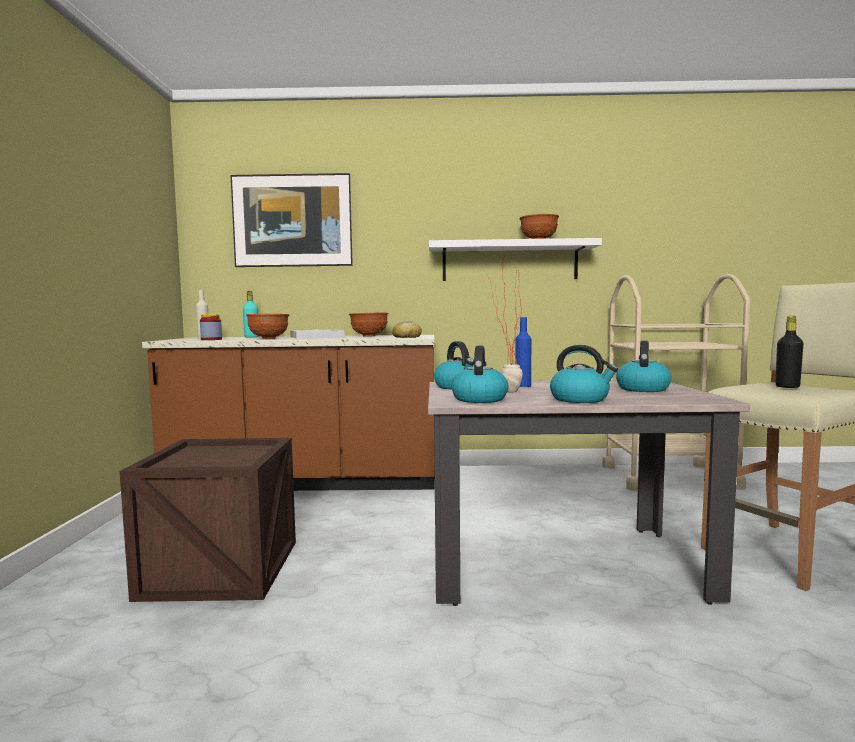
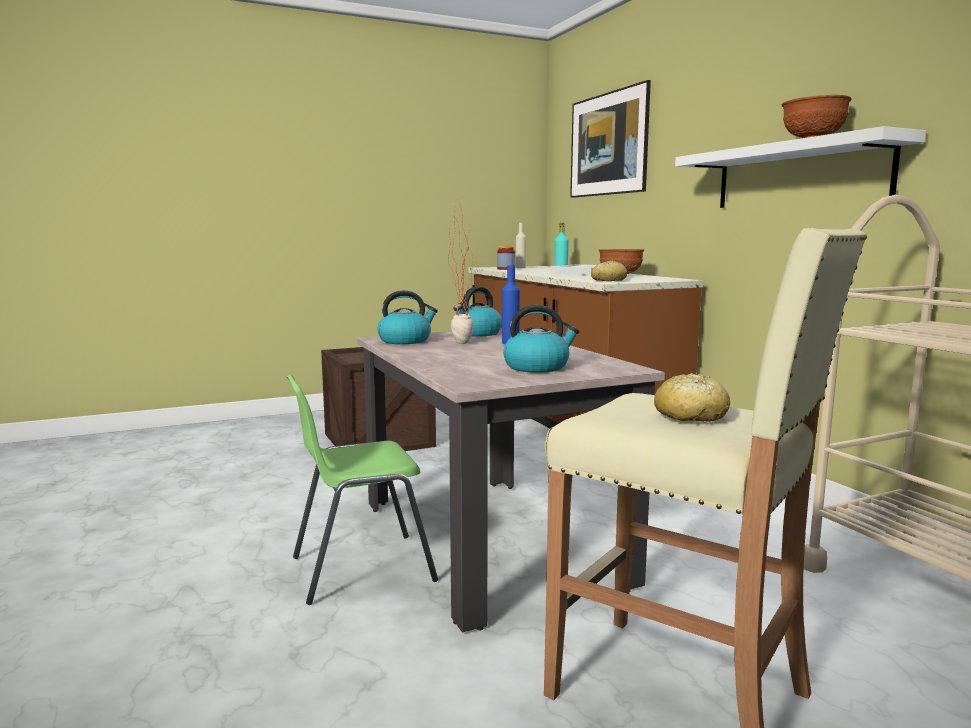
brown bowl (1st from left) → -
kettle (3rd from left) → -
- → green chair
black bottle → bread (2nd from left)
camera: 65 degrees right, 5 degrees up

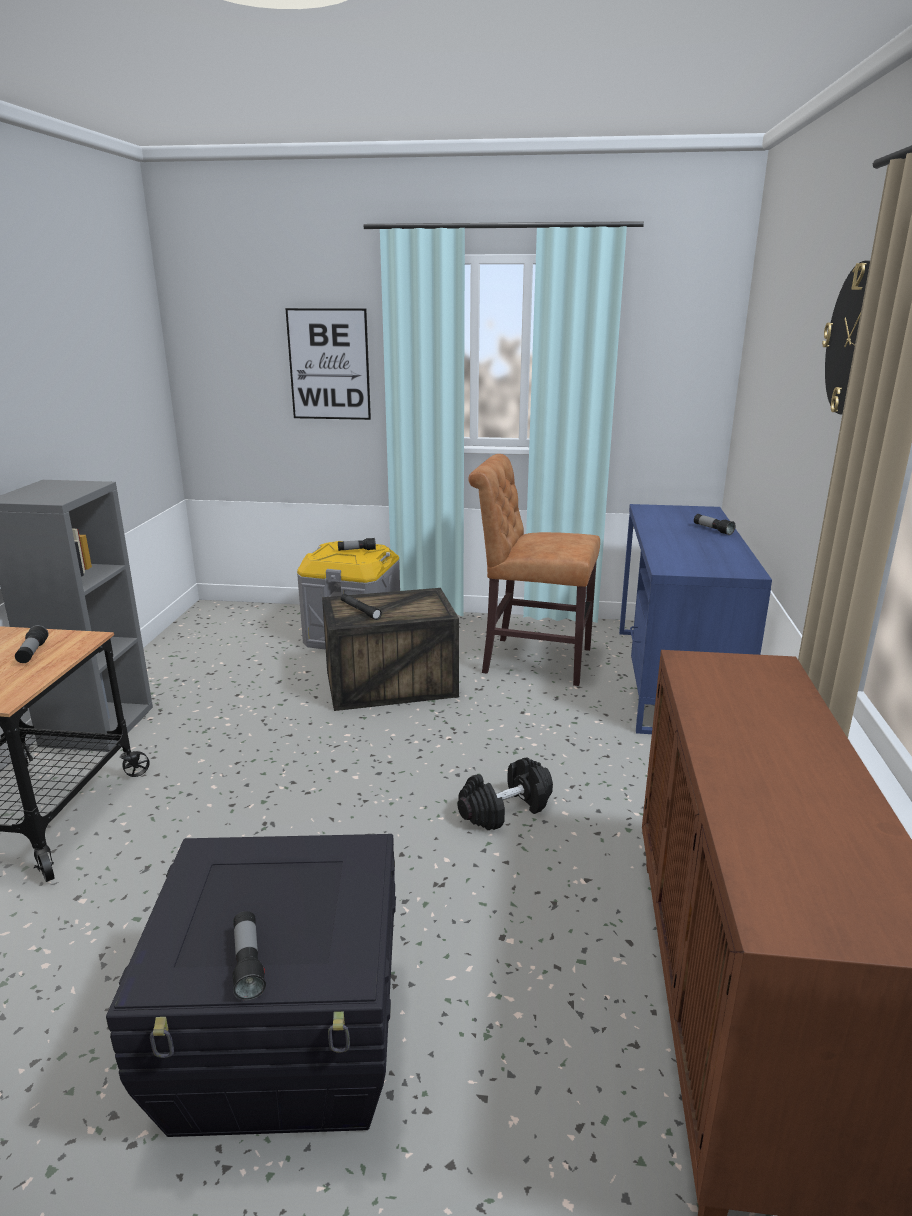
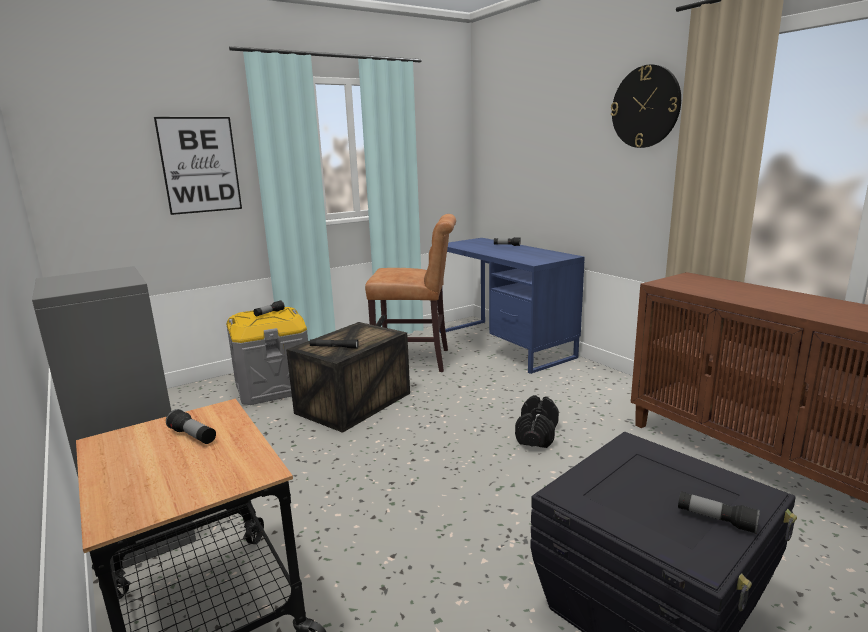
brown chair, 150 degrees counterclockwise
camera: 40 degrees left, 5 degrees down

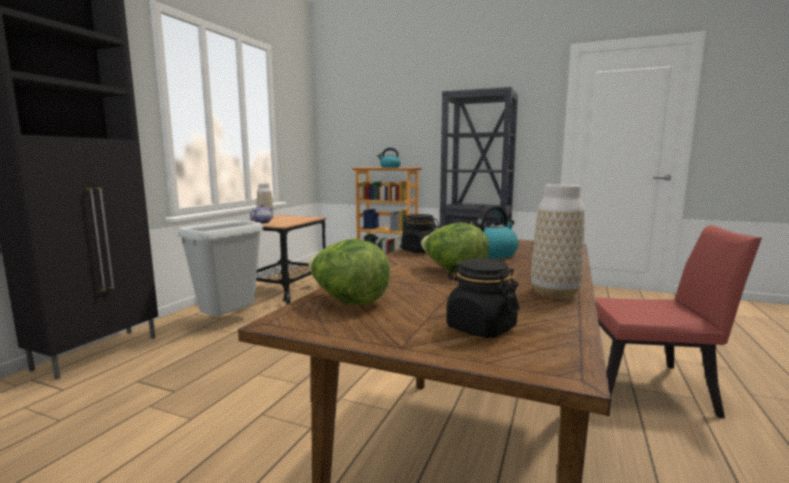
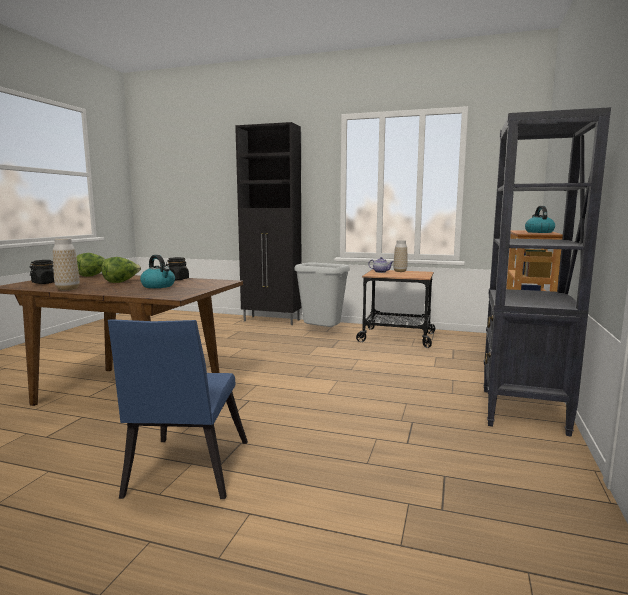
red chair → blue chair
camera: 85 degrees right, 0 degrees up

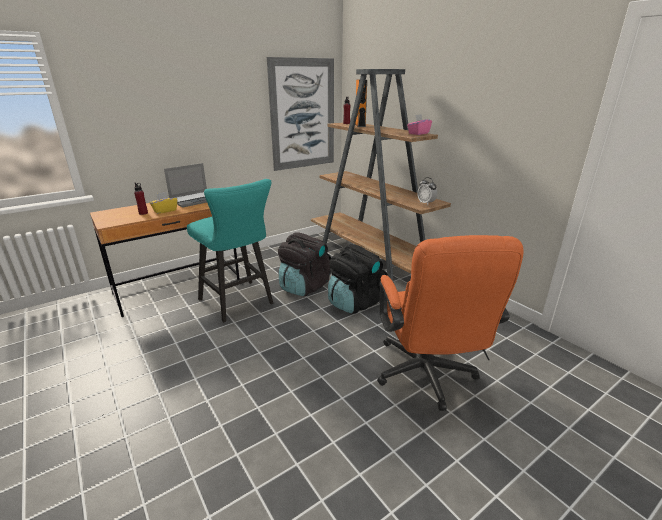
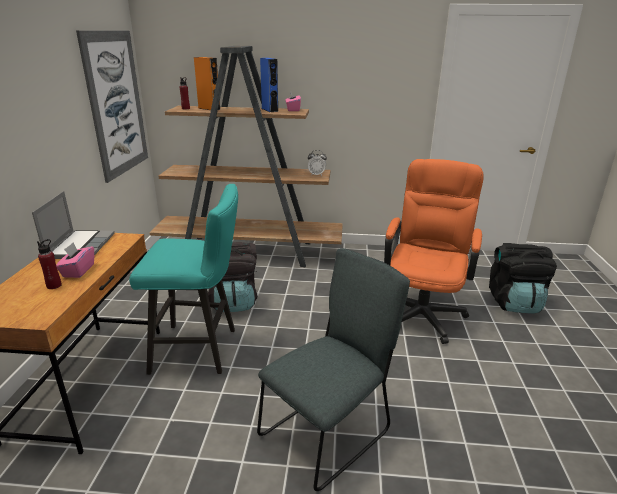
- → grey chair
- → blue speaker
black backpack (2nd from left), move
yellow tissue box → pink tissue box (1st from left)
orange office chair, 105 degrees counterclockwise
camera: 50 degrees left, 0 degrees up

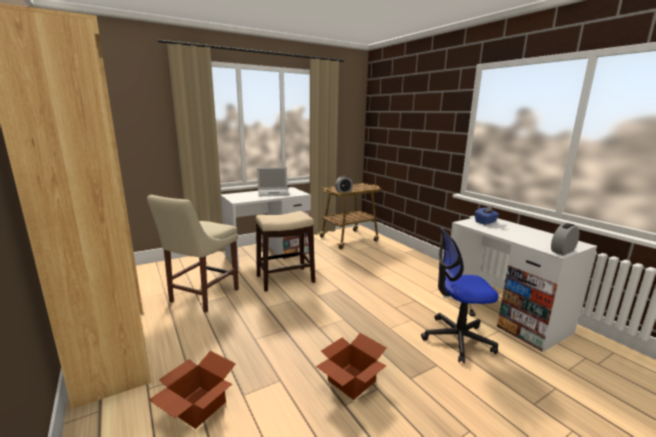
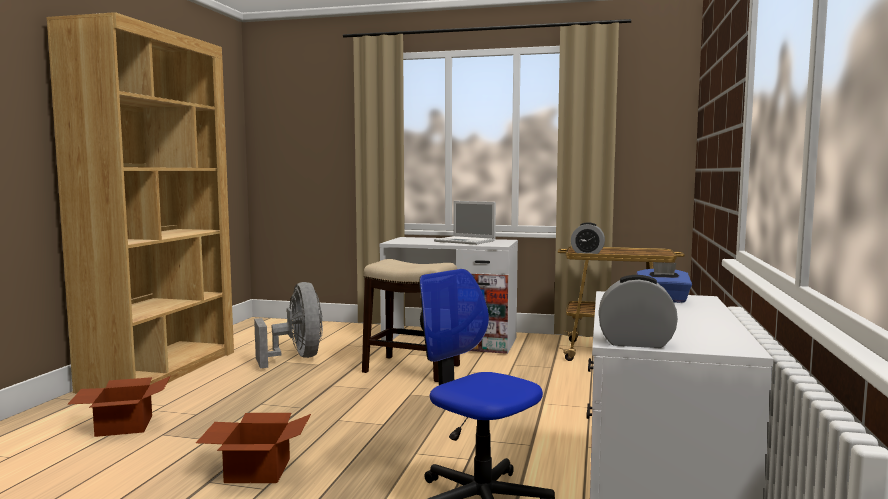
beige chair → grey fan
camera: 45 degrees right, 10 degrees down

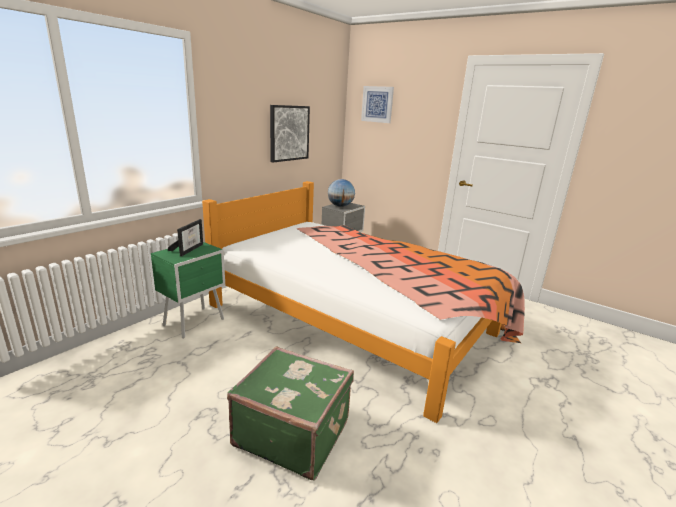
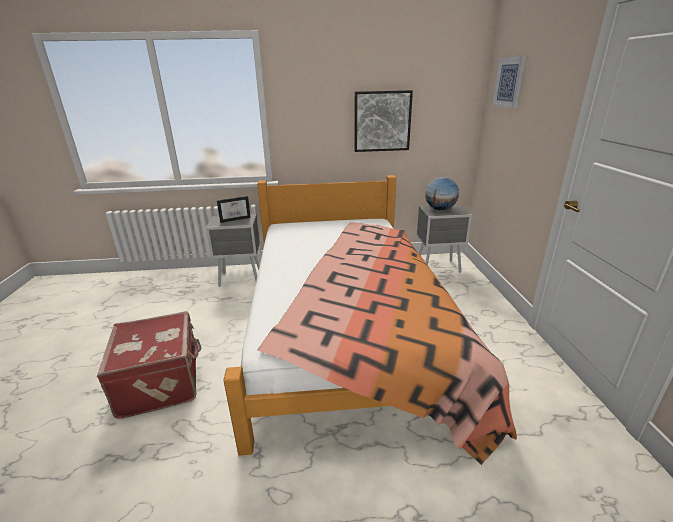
green nightstand → grey nightstand (1st from left)
green suitcase → red suitcase
camera: 50 degrees right, 5 degrees up

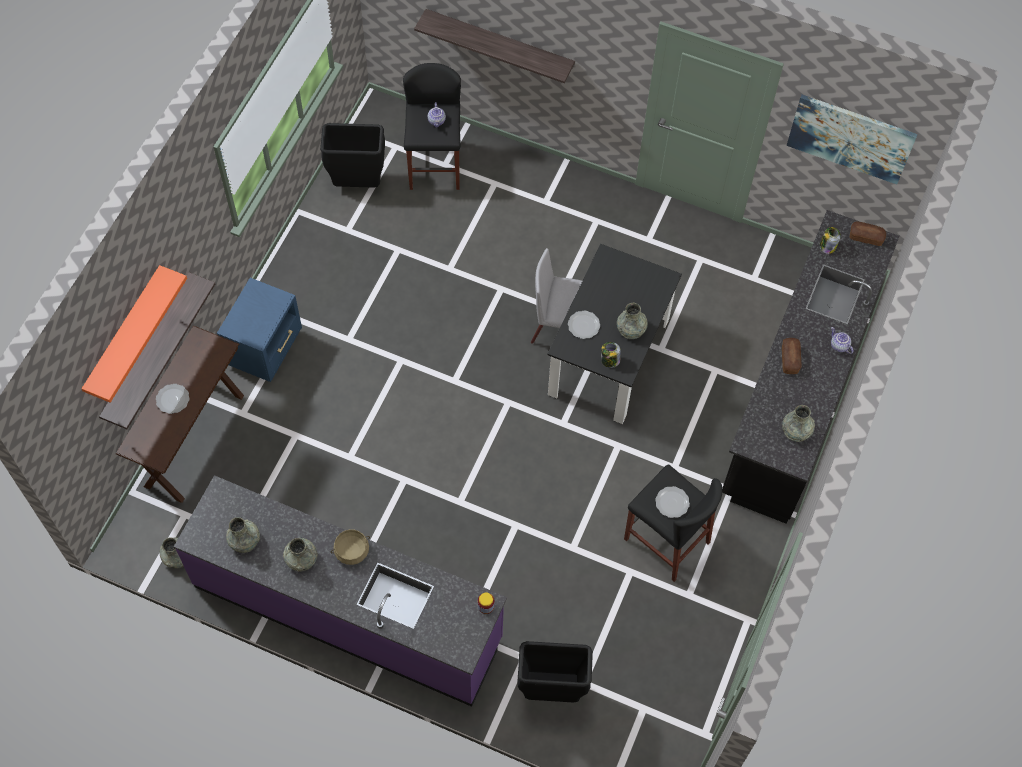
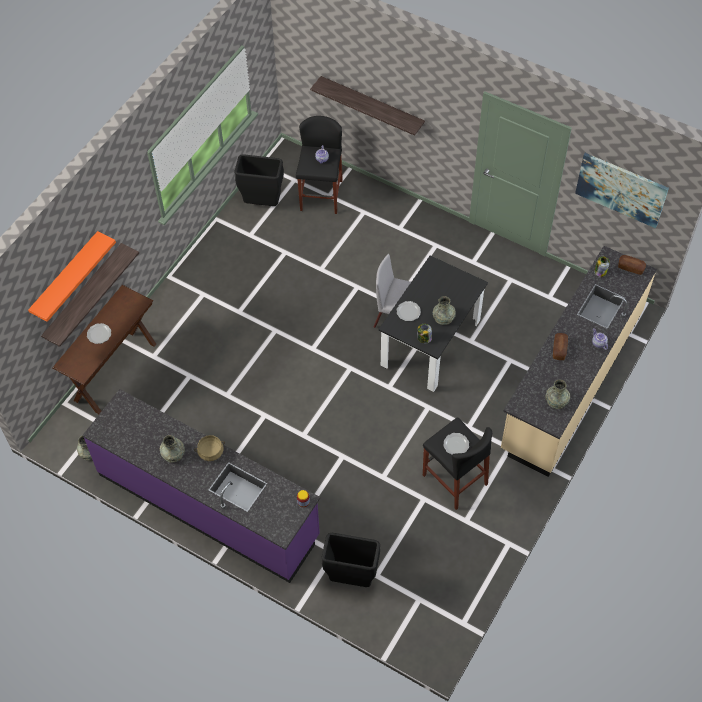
blue nightstand → -
grey vase (2nd from left) → -
black counter → beige counter
camera: 10 degrees right, 5 degrees down

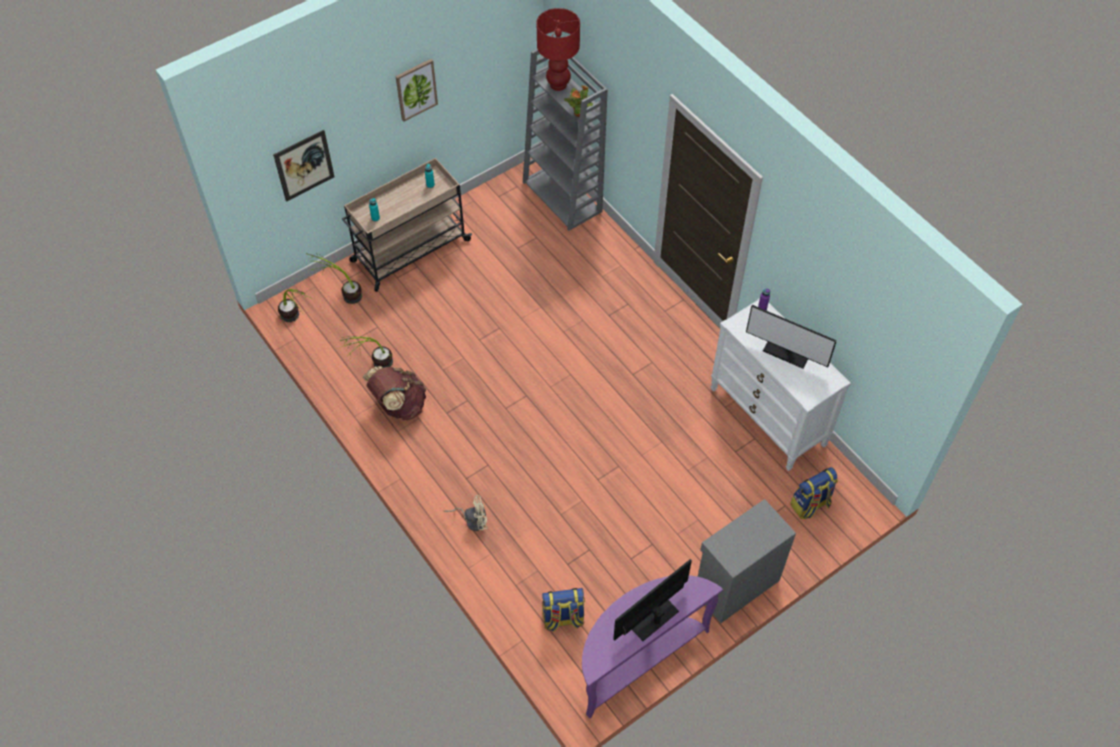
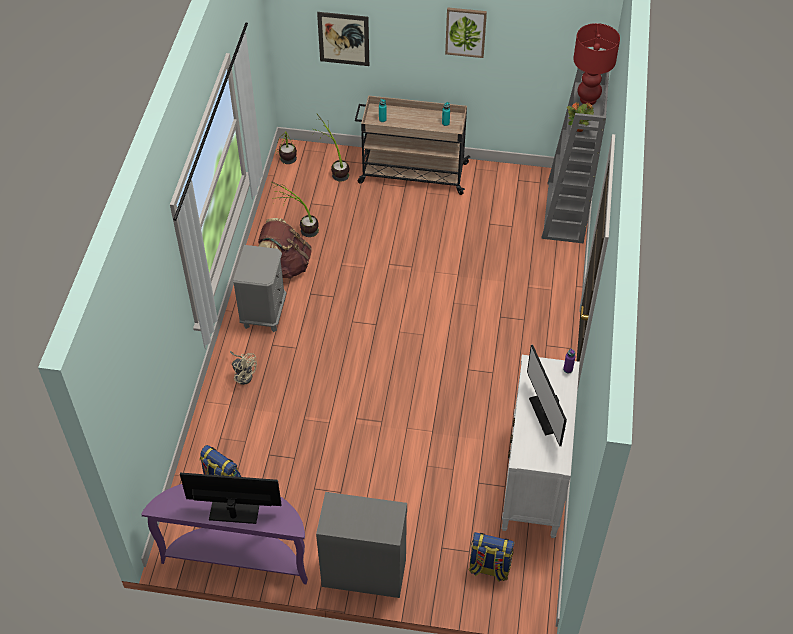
- → grey nightstand
camera: 45 degrees right, 5 degrees down

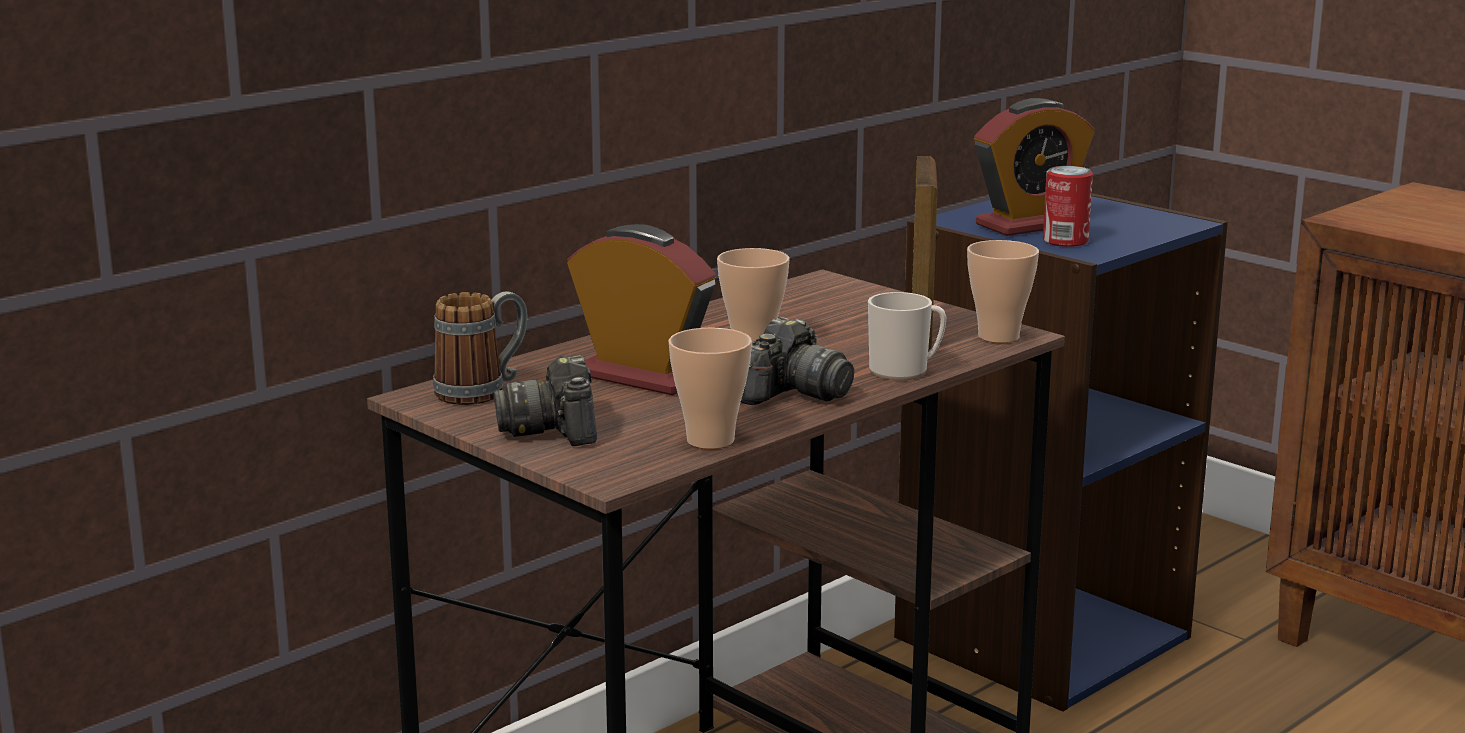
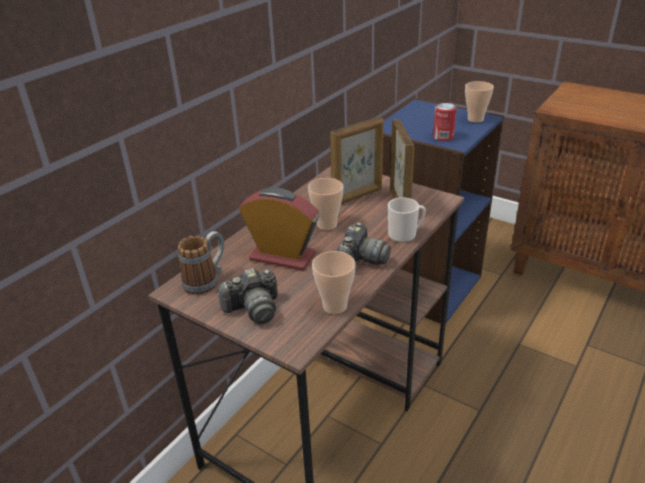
alarm clock (2nd from left) → -
- → picture frame (1st from left)
cup (3rd from left), move
photo camera (1st from left), 90 degrees counterclockwise
camera: 10 degrees left, 15 degrees up

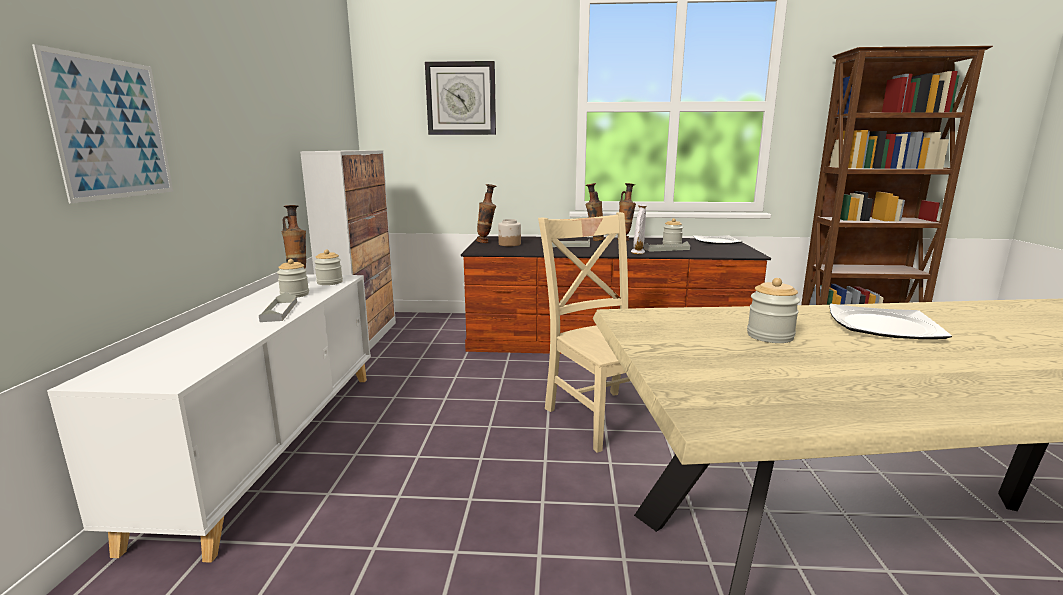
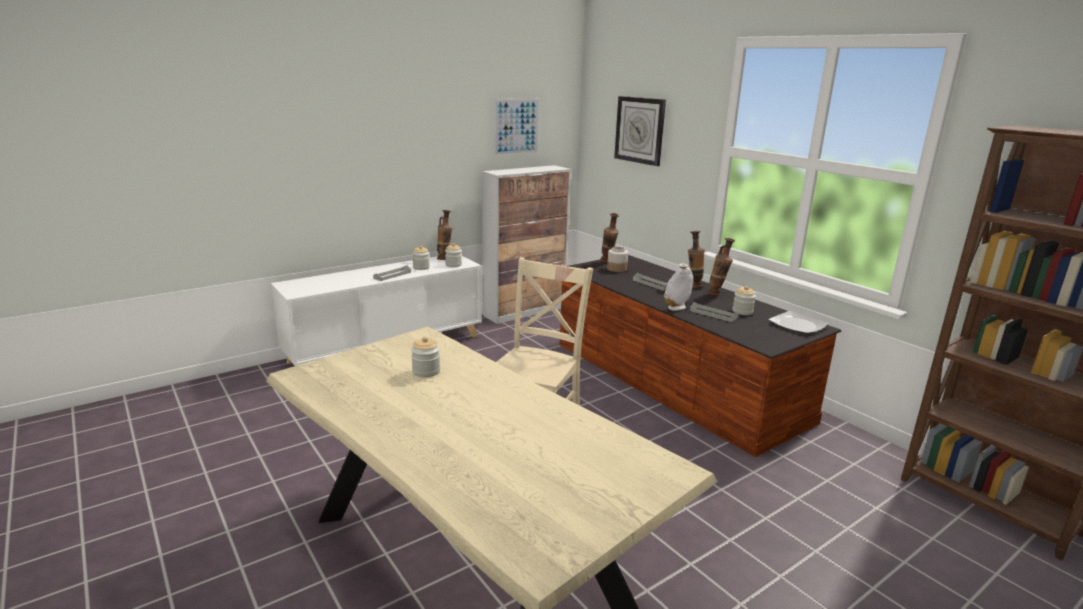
plate (2nd from left) → -
picture, move
camera: 50 degrees right, 5 degrees up

